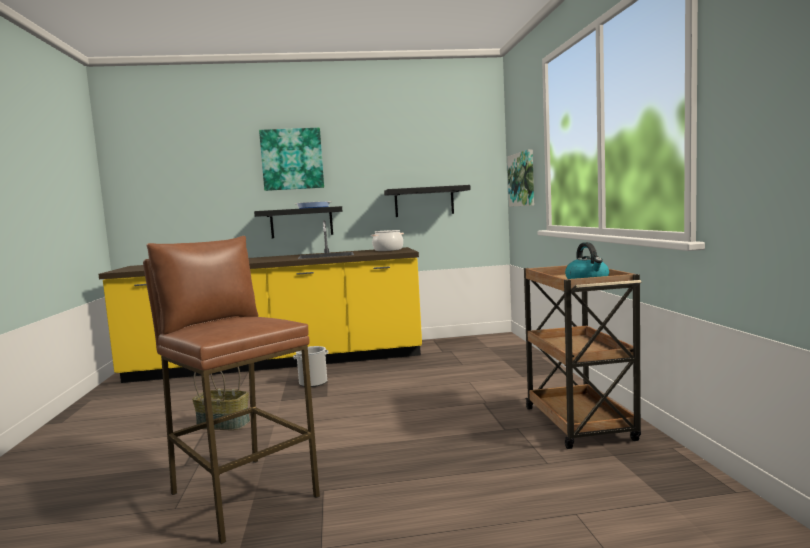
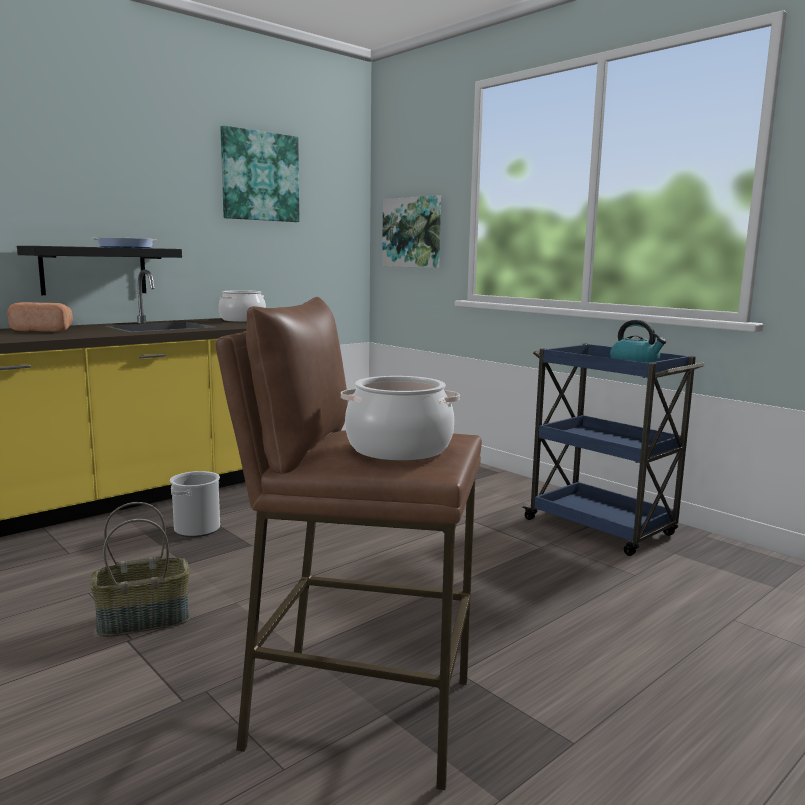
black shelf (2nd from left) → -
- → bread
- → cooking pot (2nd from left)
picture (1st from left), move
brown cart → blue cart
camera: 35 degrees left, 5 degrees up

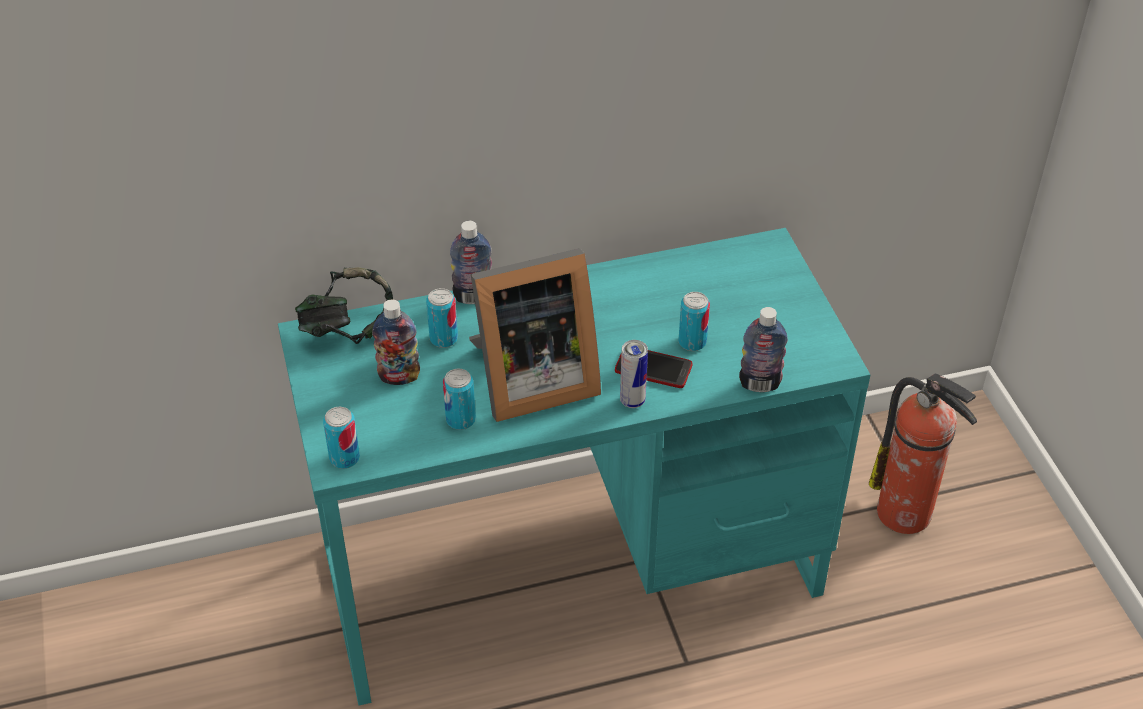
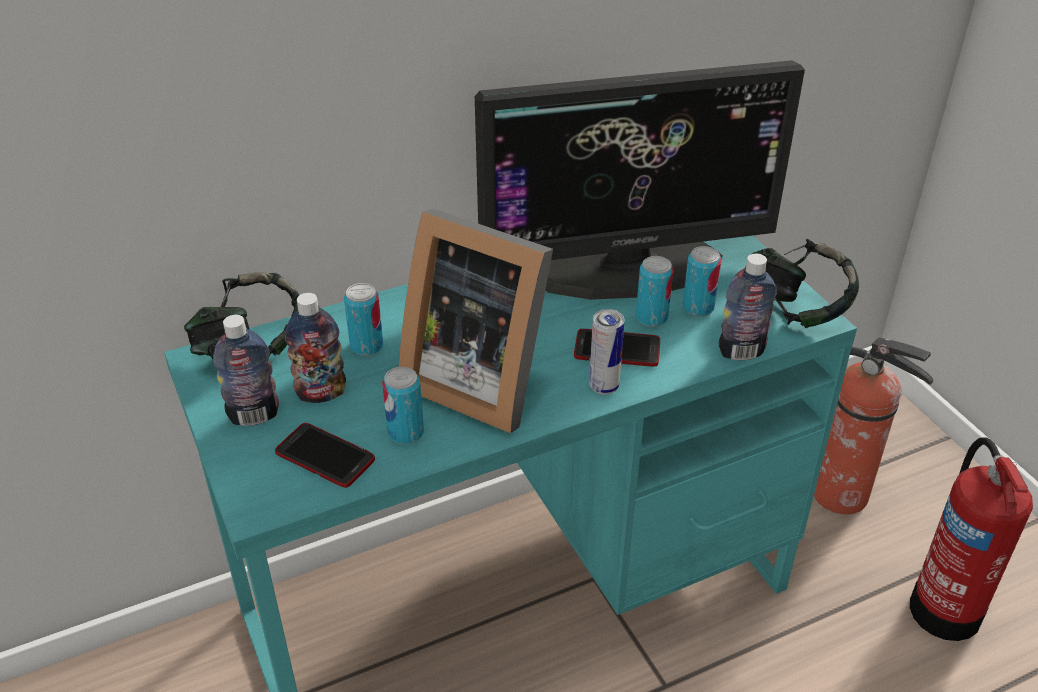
- → phone (1st from left)
- → monitor
- → headphones (2nd from left)
- → fire extinguisher (2nd from left)
can (1st from left in the first image) → can (5th from left), move
bottle (2nd from left in the first image) → bottle (1st from left), move
picture frame, 60 degrees clockwise
camera: 10 degrees left, 5 degrees down

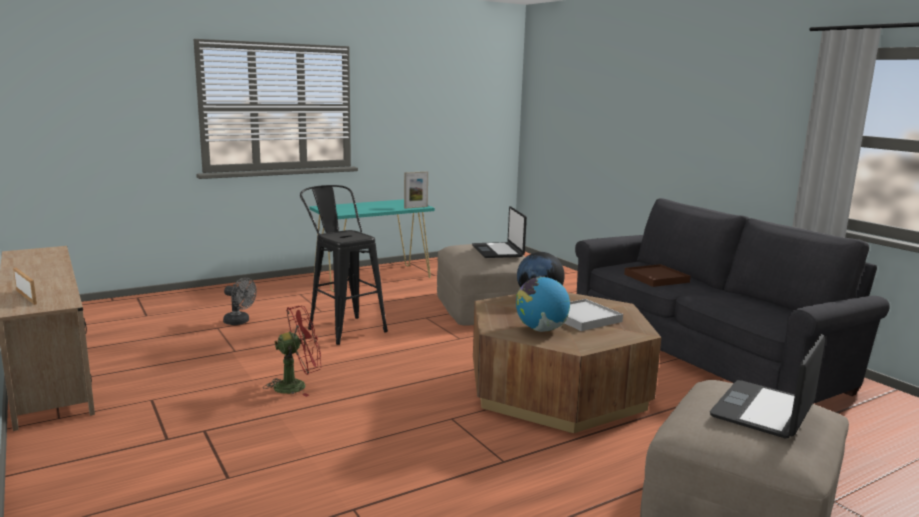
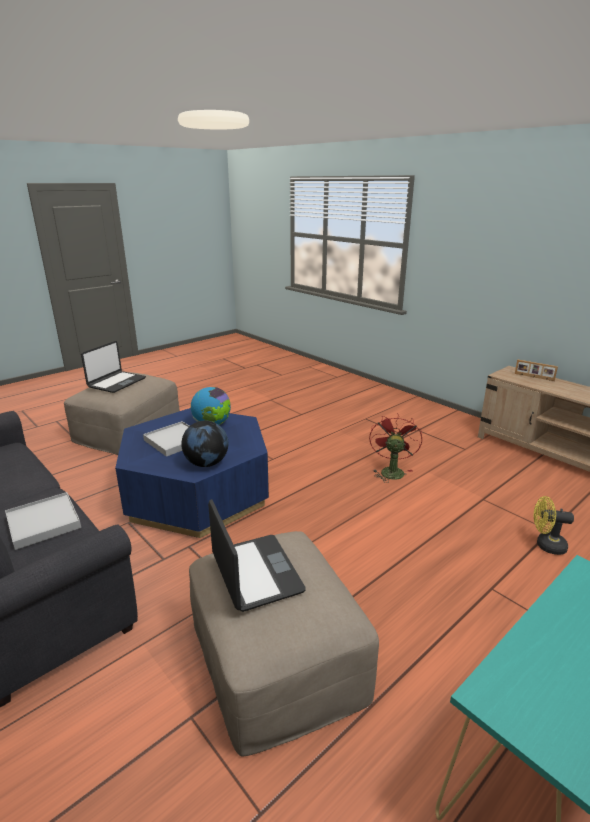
black stool → -
picture frame (2nd from left) → -
grey fan → yellow fan
brown coffee table → blue coffee table
brown tray → white tray (1st from left)
red fan, 135 degrees clockwise
camera: 170 degrees right, 10 degrees up

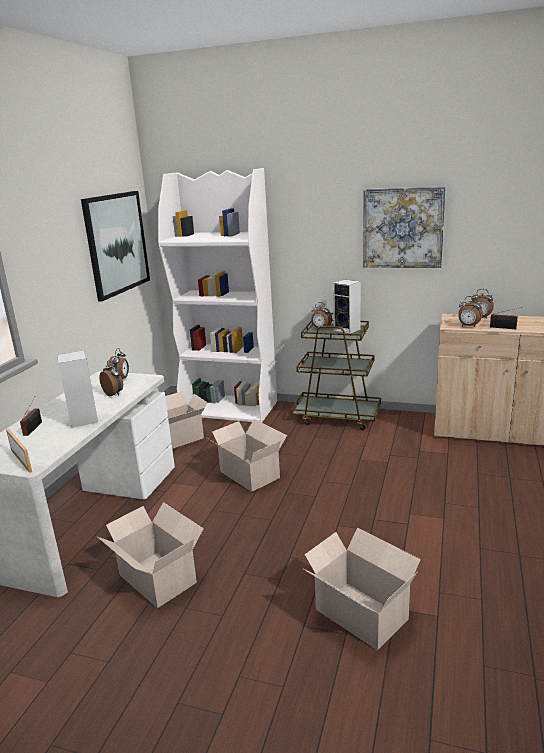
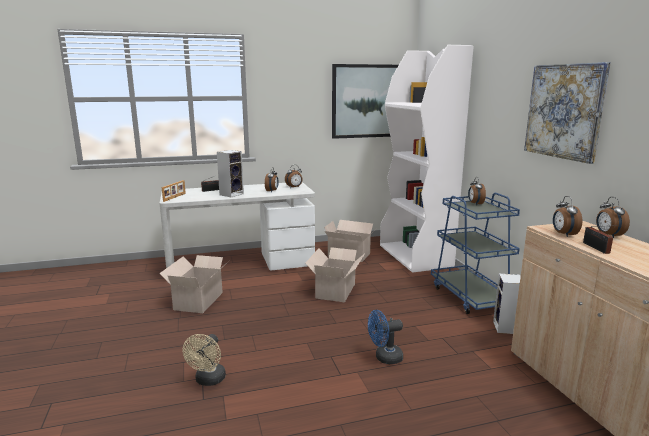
- → blue fan
speaker (2nd from left), move
cardboard box (4th from left) → beige fan
brown cart → blue cart
camera: 55 degrees right, 5 degrees down

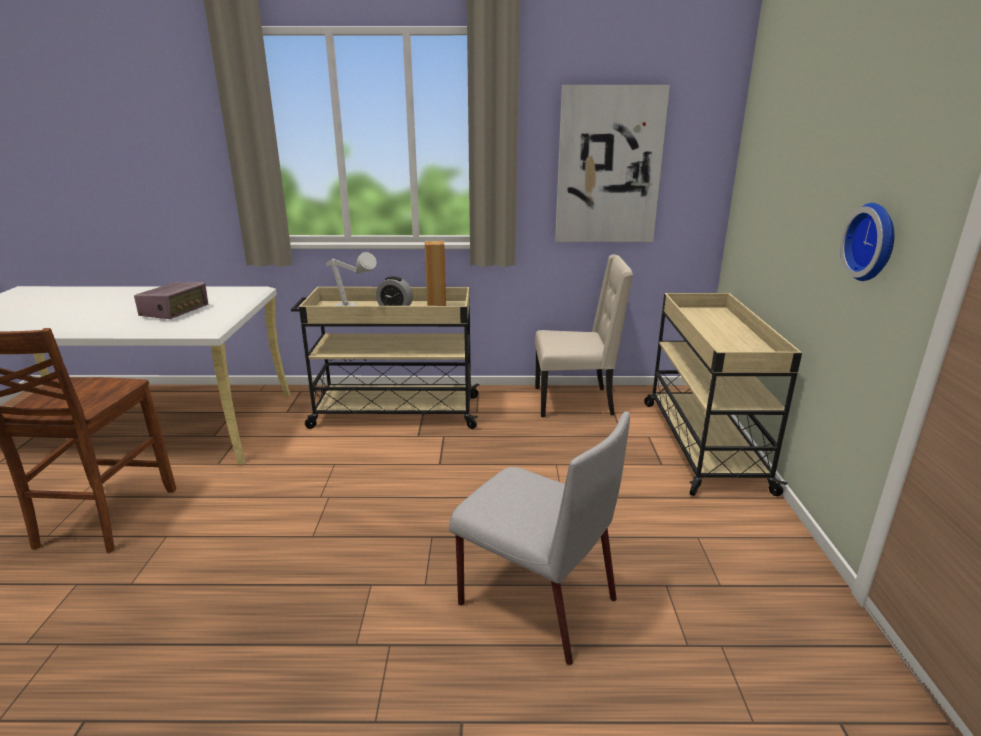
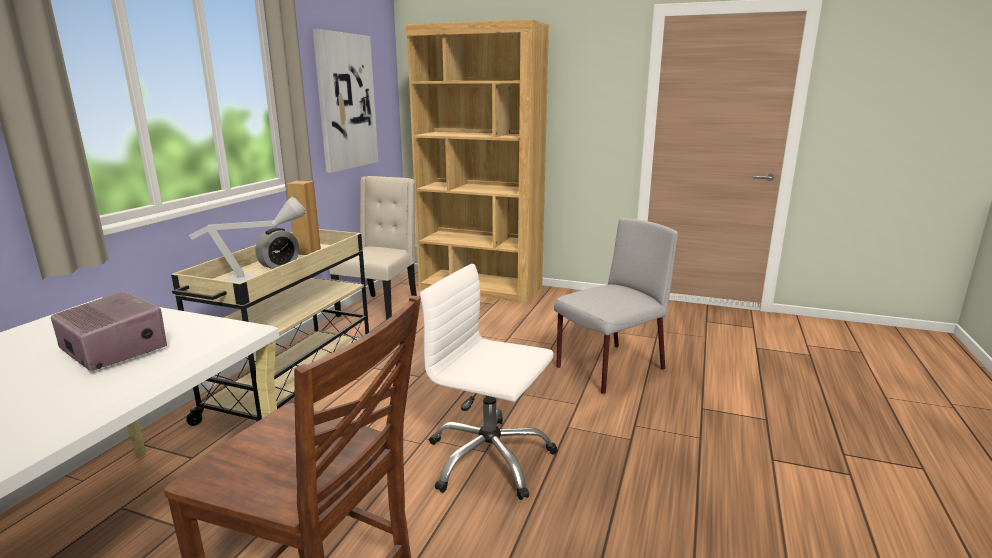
wall clock → -
- → white office chair
beige cart (2nd from left) → brown bookcase
camera: 70 degrees left, 5 degrees down

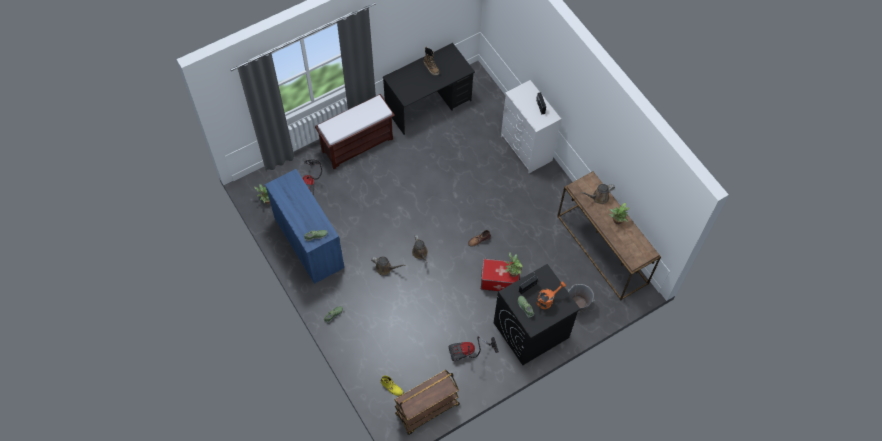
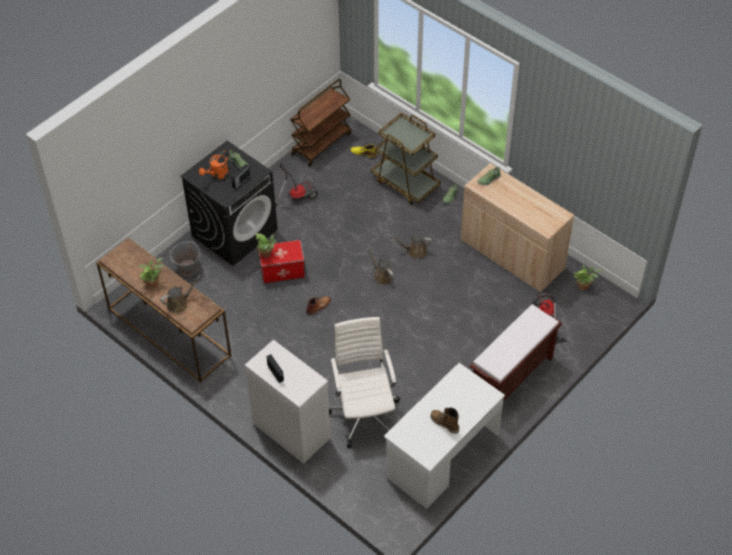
- → white office chair
- → brown cart (2nd from left)
blue cabinet → beige cabinet
black desk → white desk
camera: 165 degrees right, 10 degrees down

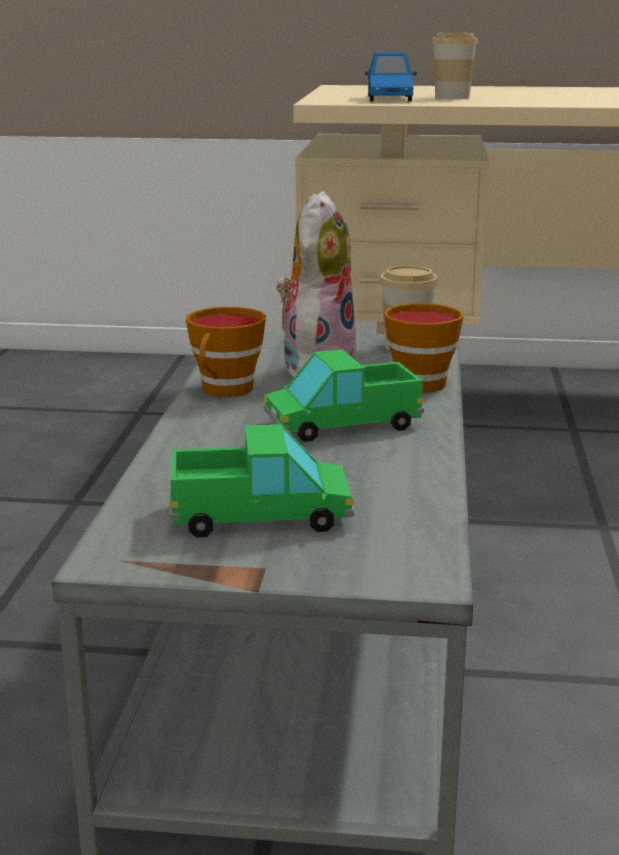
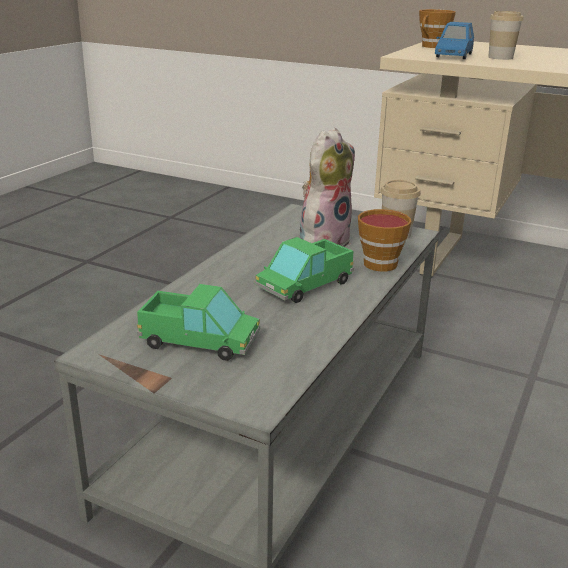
cup (1st from left in the first image) → cup (3rd from left), move
toy truck (2nd from left), 45 degrees counterclockwise
camera: 20 degrees right, 5 degrees up

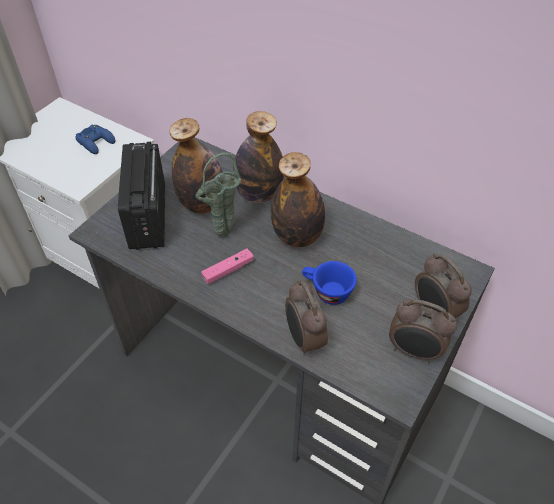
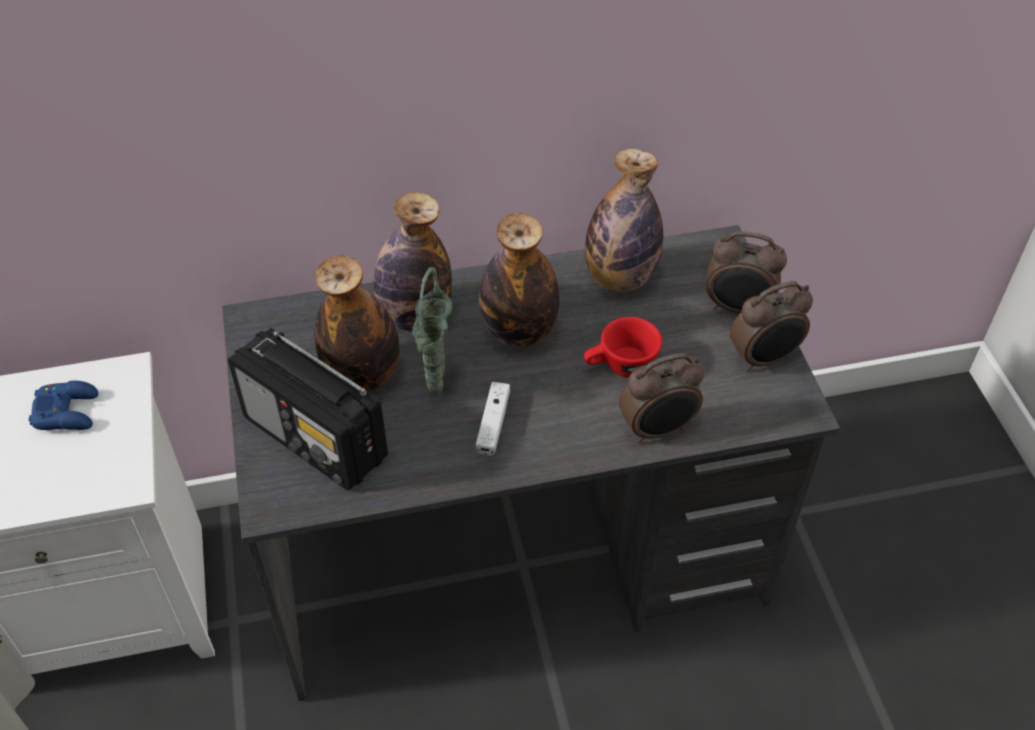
- → bottle (4th from left)
pink game controller → white game controller
blue cup → red cup
alarm clock (1st from left), 45 degrees counterclockwise
camera: 45 degrees left, 0 degrees up

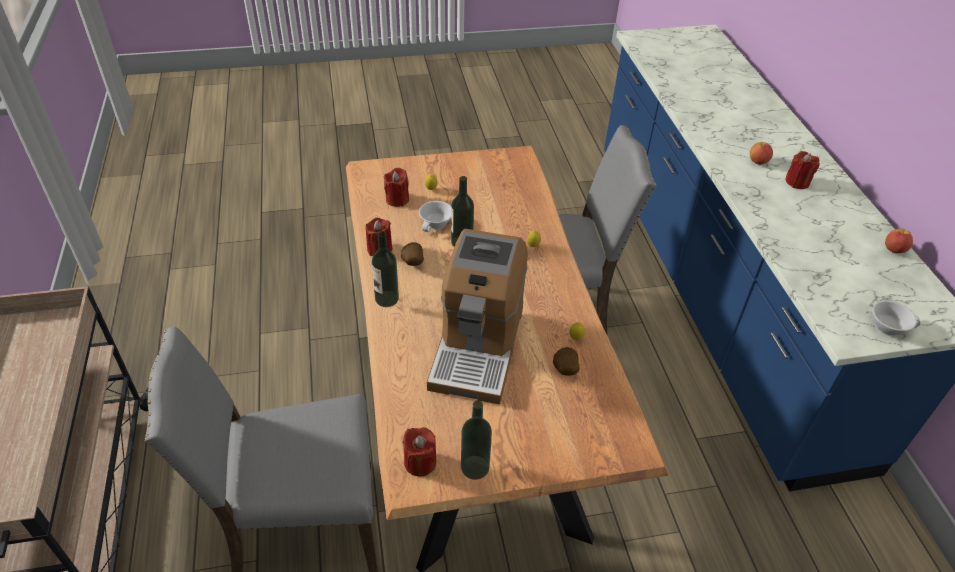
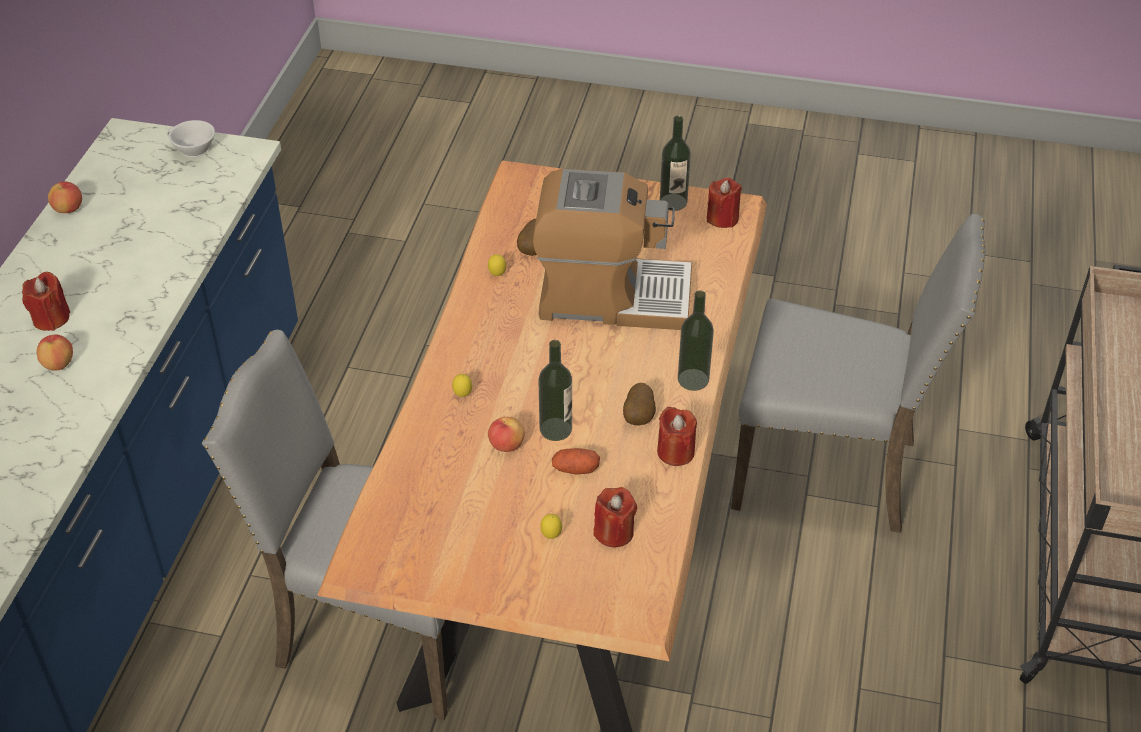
- → apple (3rd from left)
white cup (1st from left) → potato (2nd from left)
coffee machine, 60 degrees clockwise
camera: 155 degrees left, 0 degrees up

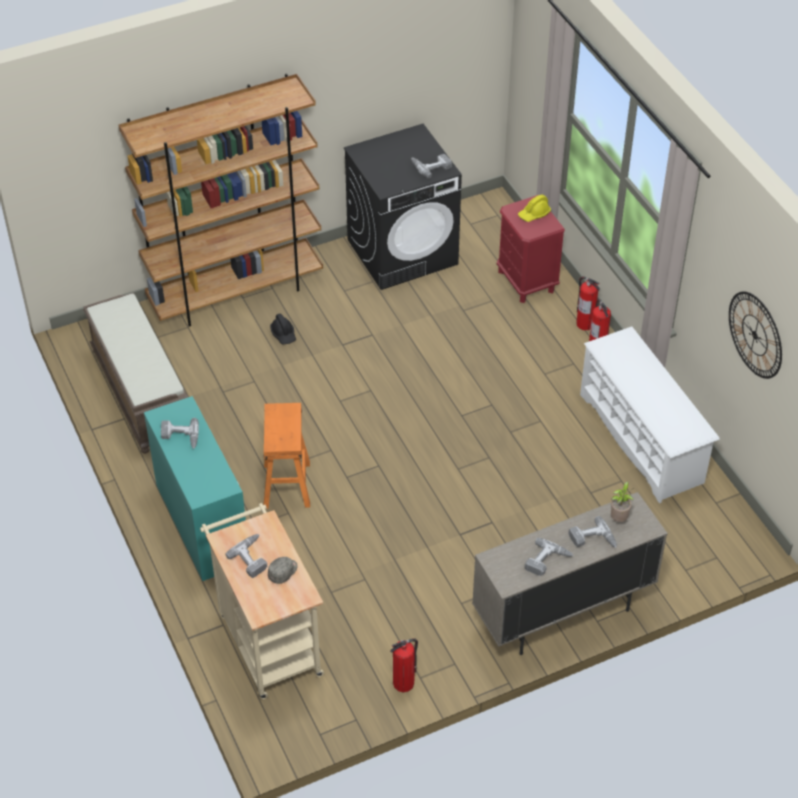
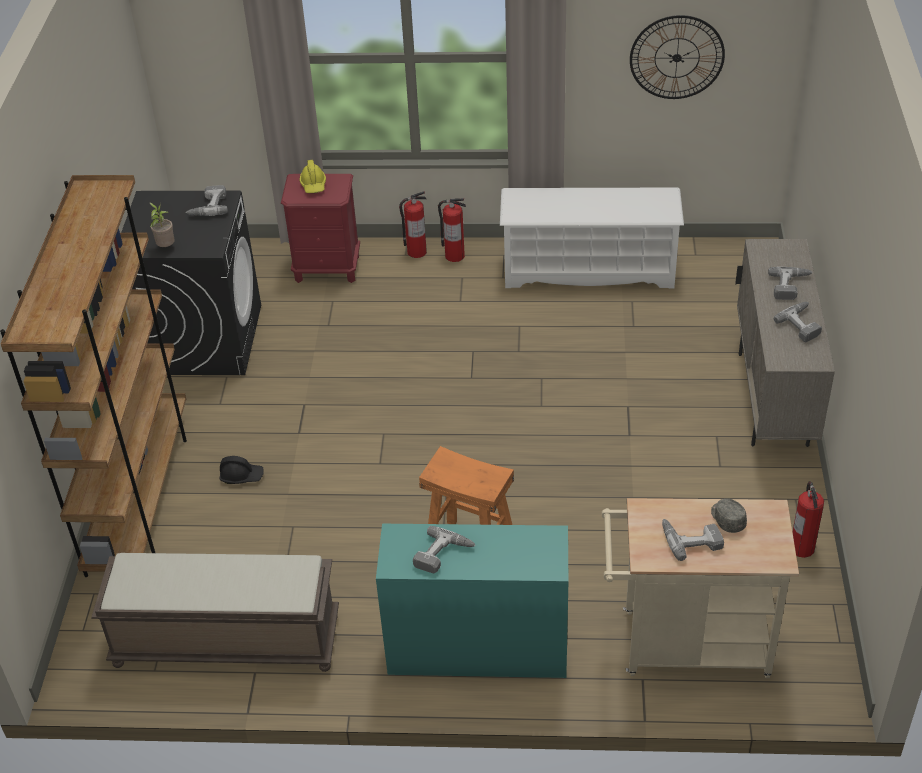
potted plant, move
camera: 60 degrees left, 5 degrees down

